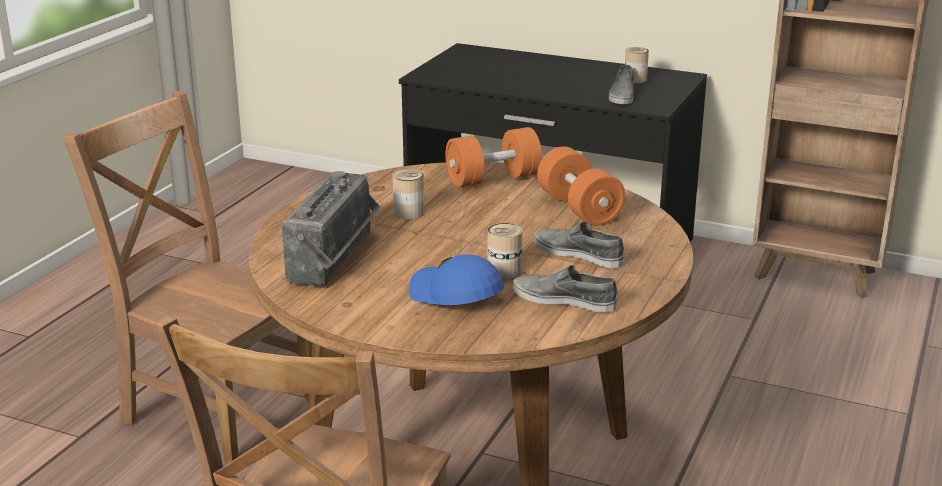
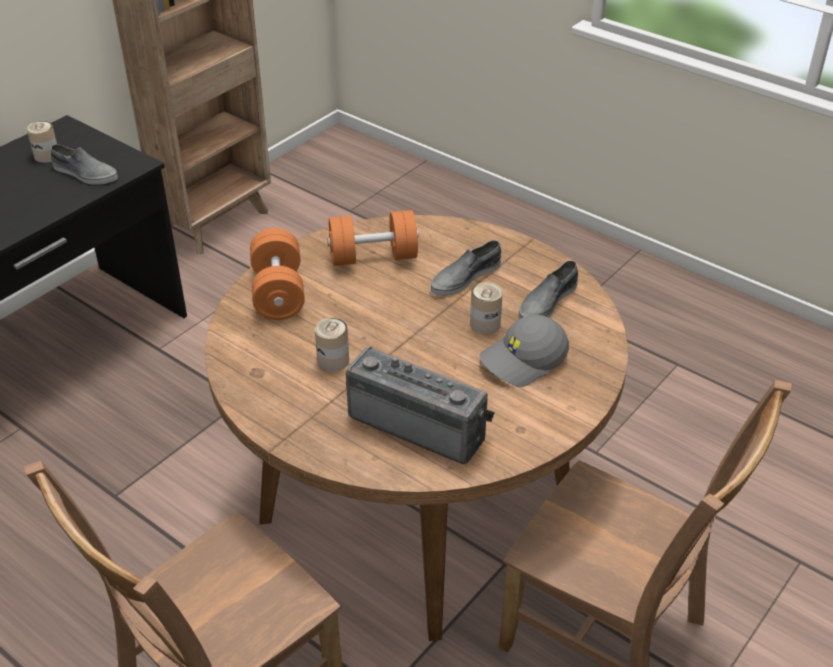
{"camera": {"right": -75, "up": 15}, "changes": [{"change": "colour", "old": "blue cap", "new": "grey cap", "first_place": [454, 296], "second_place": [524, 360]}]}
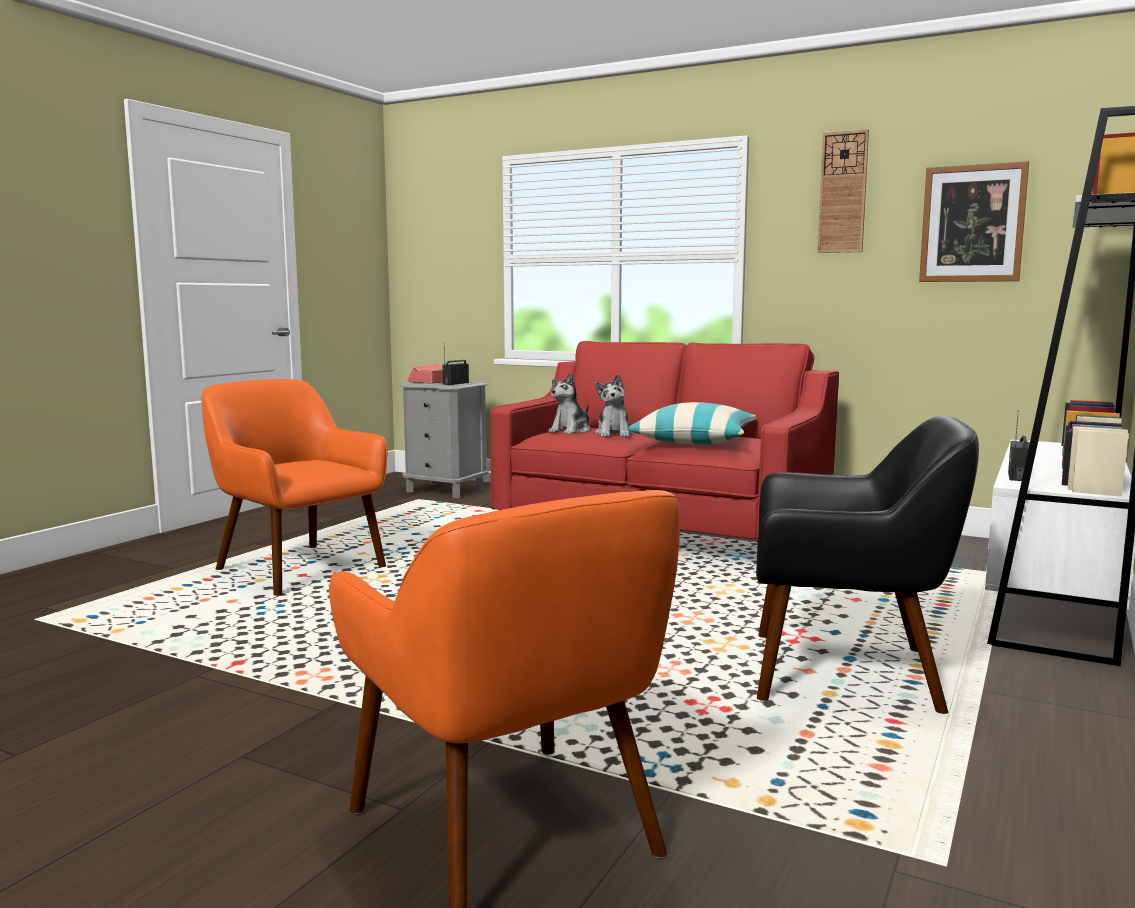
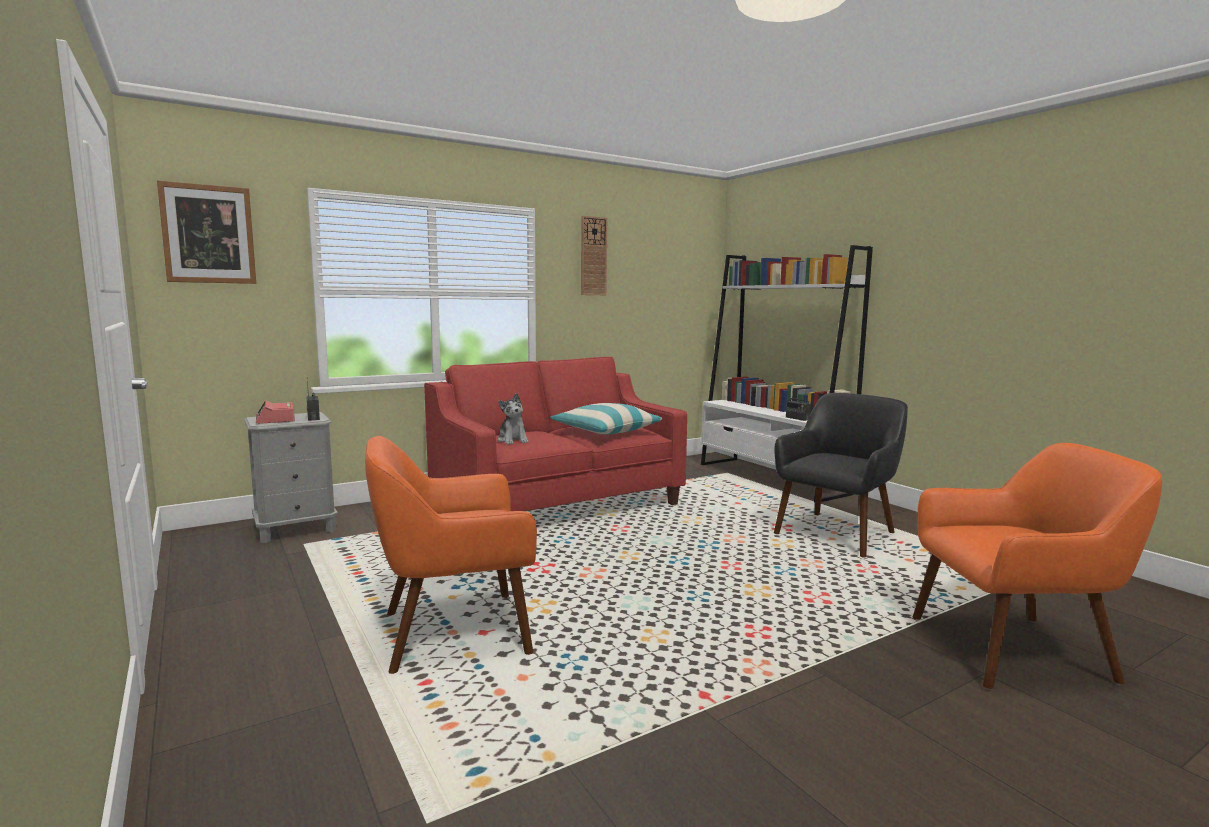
{"camera": {"right": -60, "up": 0}, "changes": [{"change": "relocated", "old": "picture", "first_place": [972, 223], "second_place": [208, 234]}, {"change": "missing", "old": "cuddly toy", "first_place": [614, 434]}]}
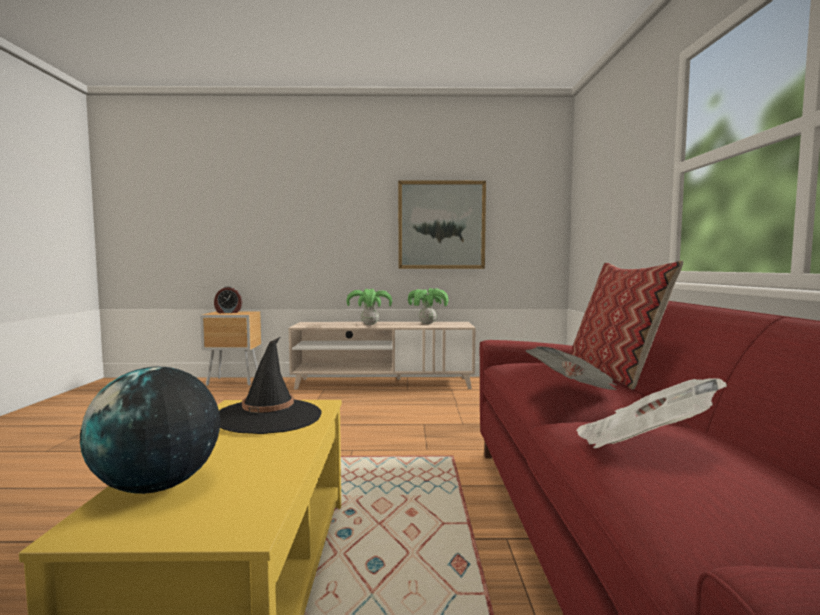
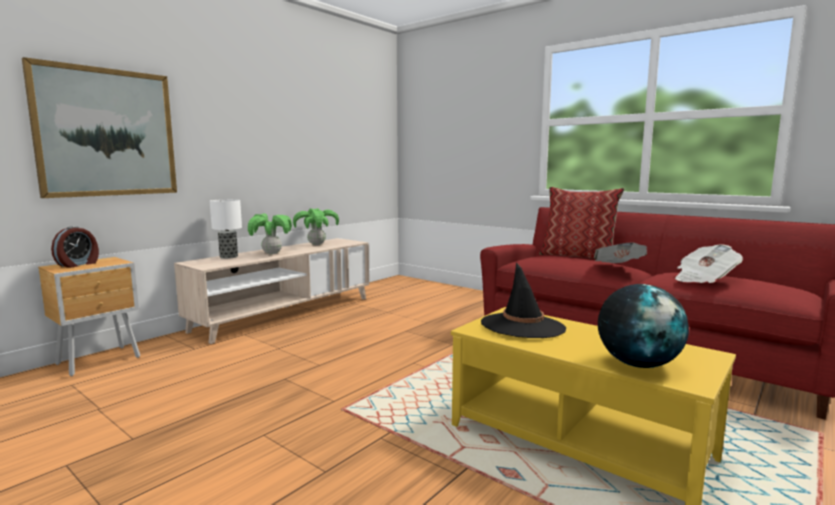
{"camera": {"right": -50, "up": 5}, "changes": [{"change": "relocated", "old": "picture", "first_place": [441, 225], "second_place": [107, 133]}, {"change": "appeared", "new": "lamp for a table", "second_place": [228, 257]}]}
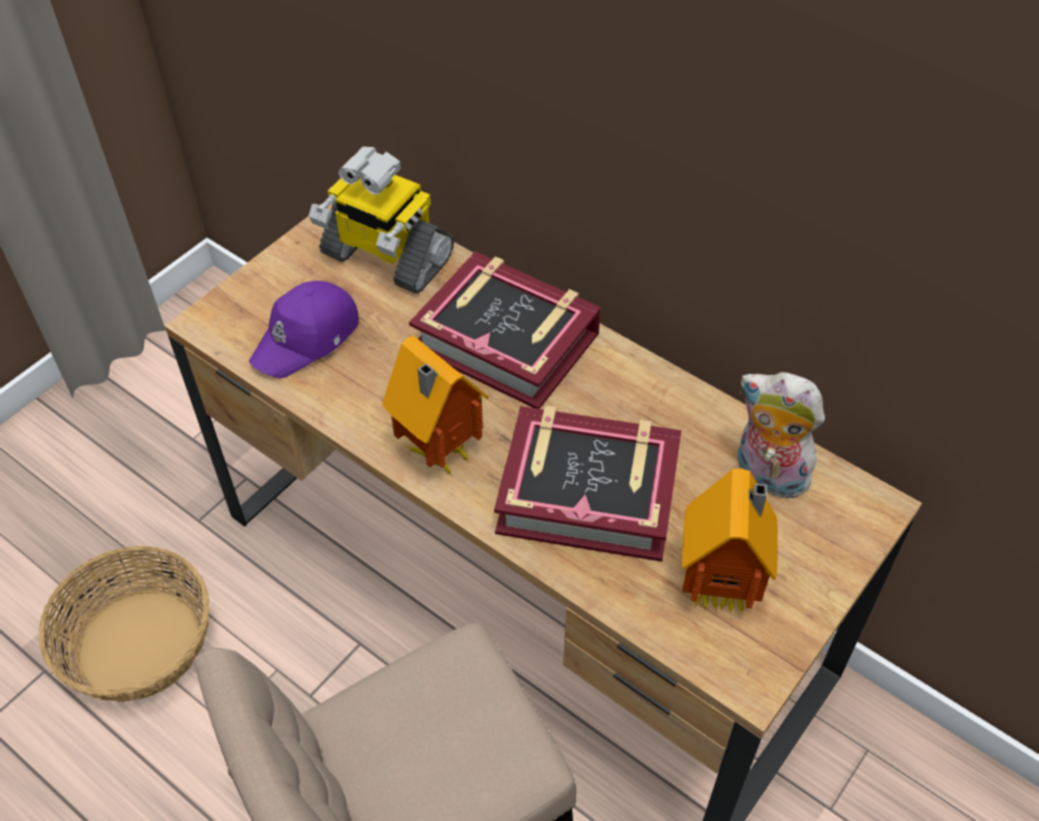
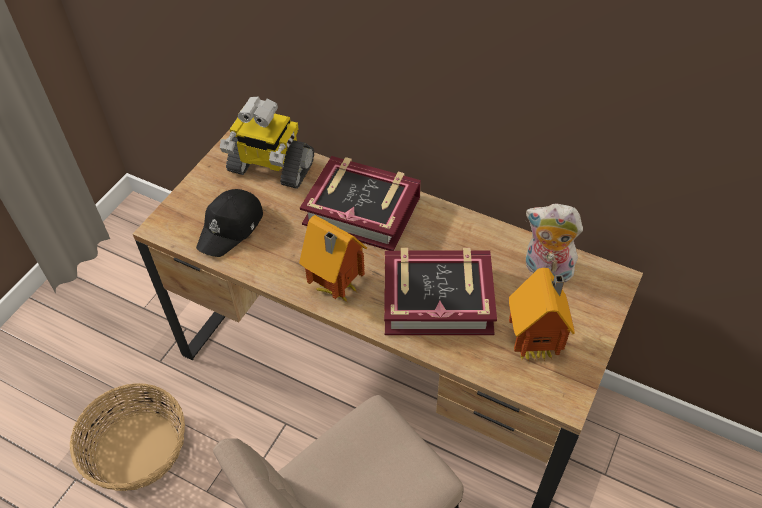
{"camera": {"right": -10, "up": 0}, "changes": [{"change": "colour", "old": "purple cap", "new": "black cap", "first_place": [307, 338], "second_place": [231, 228]}]}
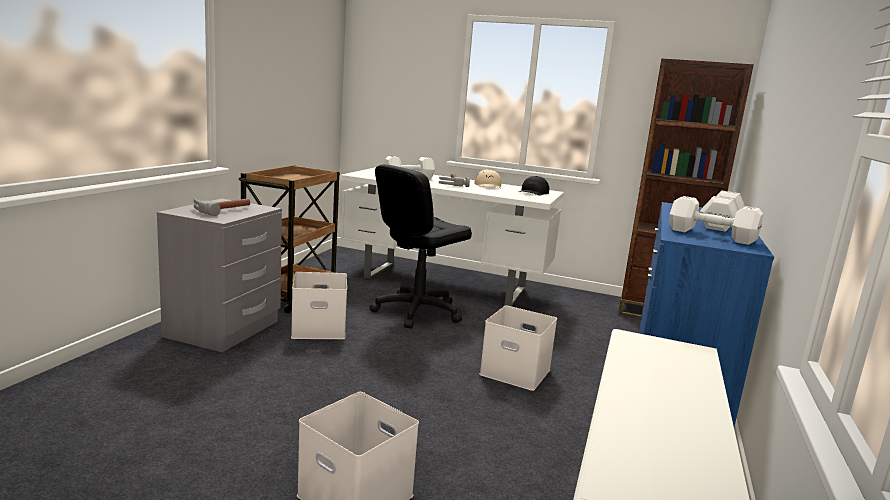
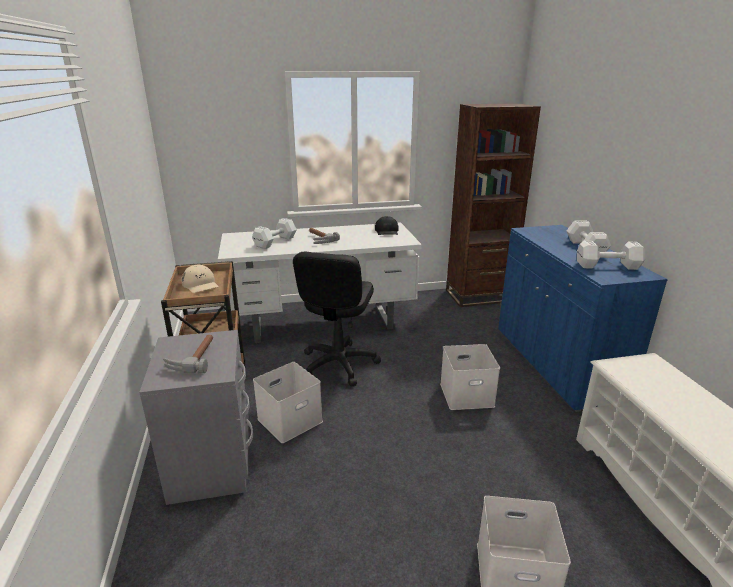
{"camera": {"right": -30, "up": 10}, "changes": [{"change": "relocated", "old": "beige cap", "first_place": [488, 185], "second_place": [200, 284]}]}
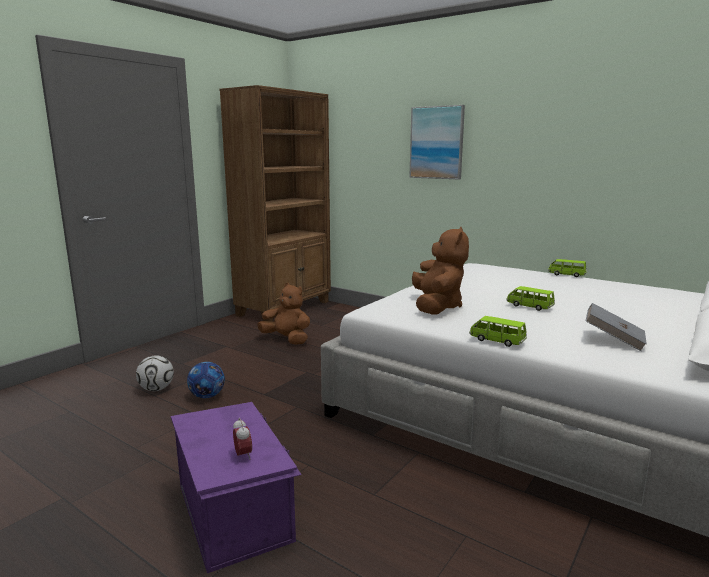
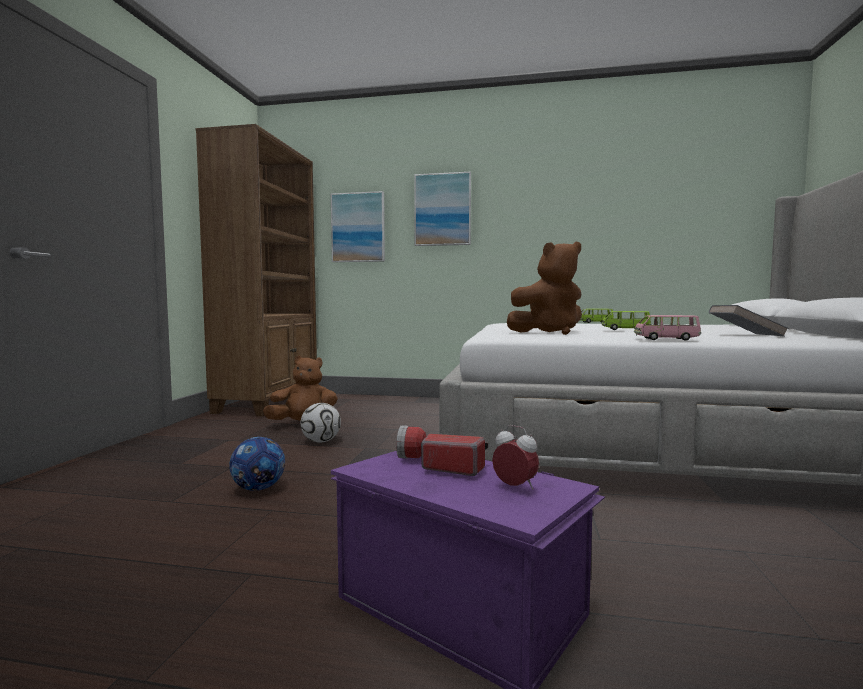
{"camera": {"right": -25, "up": -10}, "changes": [{"change": "relocated", "old": "ball for football", "first_place": [156, 389], "second_place": [321, 441]}, {"change": "appeared", "new": "picture", "second_place": [358, 227]}, {"change": "appeared", "new": "torch", "second_place": [438, 464]}, {"change": "spun", "old": "brownish cuddly toy", "first_place": [437, 307], "second_place": [548, 333], "degrees": 90}, {"change": "colour", "old": "green miniature car", "new": "pink-coloured miniature car", "first_place": [497, 341], "second_place": [666, 339]}]}
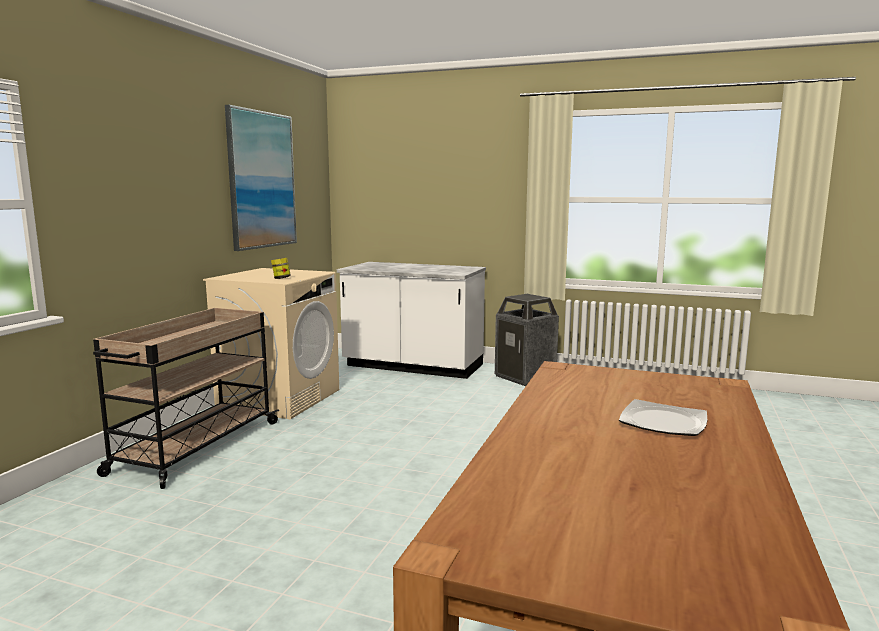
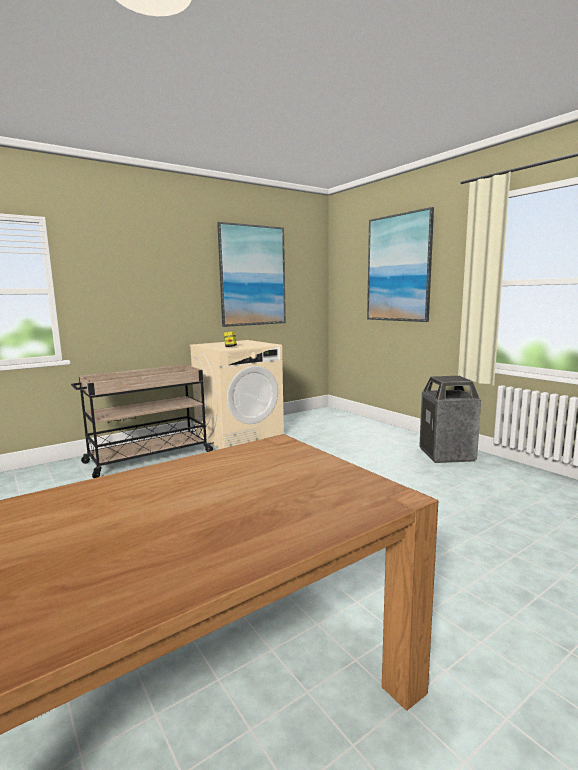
{"camera": {"right": 35, "up": 0}, "changes": [{"change": "appeared", "new": "picture", "second_place": [398, 268]}, {"change": "missing", "old": "white counter", "first_place": [413, 366]}, {"change": "missing", "old": "plate", "first_place": [663, 422]}]}
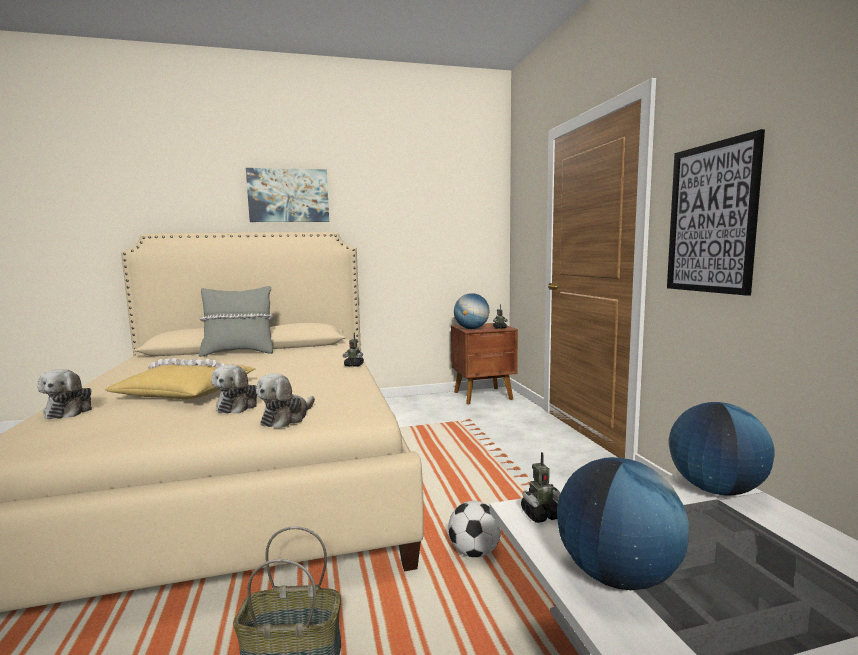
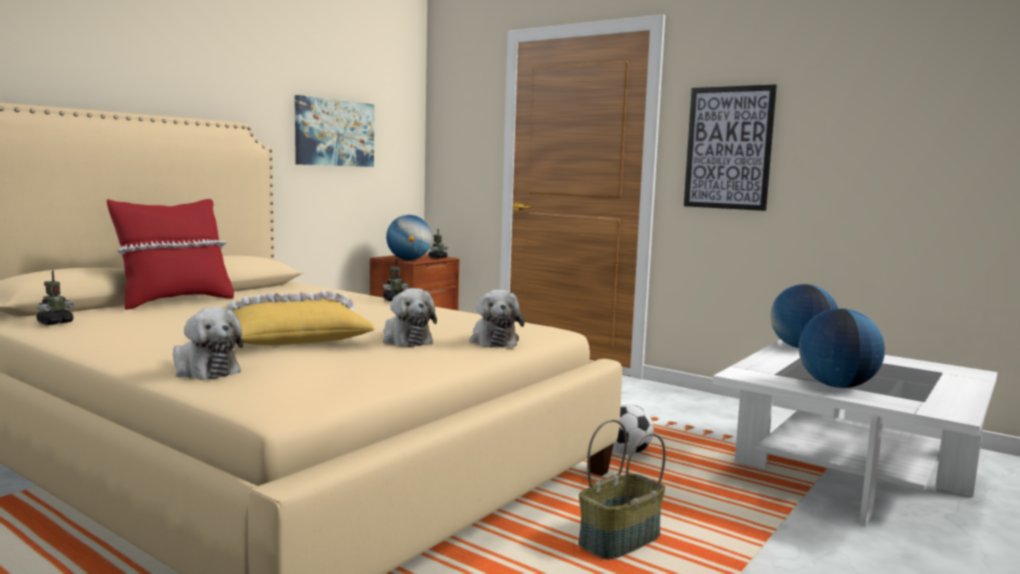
{"camera": {"right": -40, "up": 0}, "changes": [{"change": "relocated", "old": "toy robot", "first_place": [540, 515], "second_place": [55, 323]}, {"change": "colour", "old": "grey throw pillow", "new": "red throw pillow", "first_place": [239, 353], "second_place": [174, 301]}, {"change": "relocated", "old": "picture", "first_place": [288, 195], "second_place": [334, 133]}]}
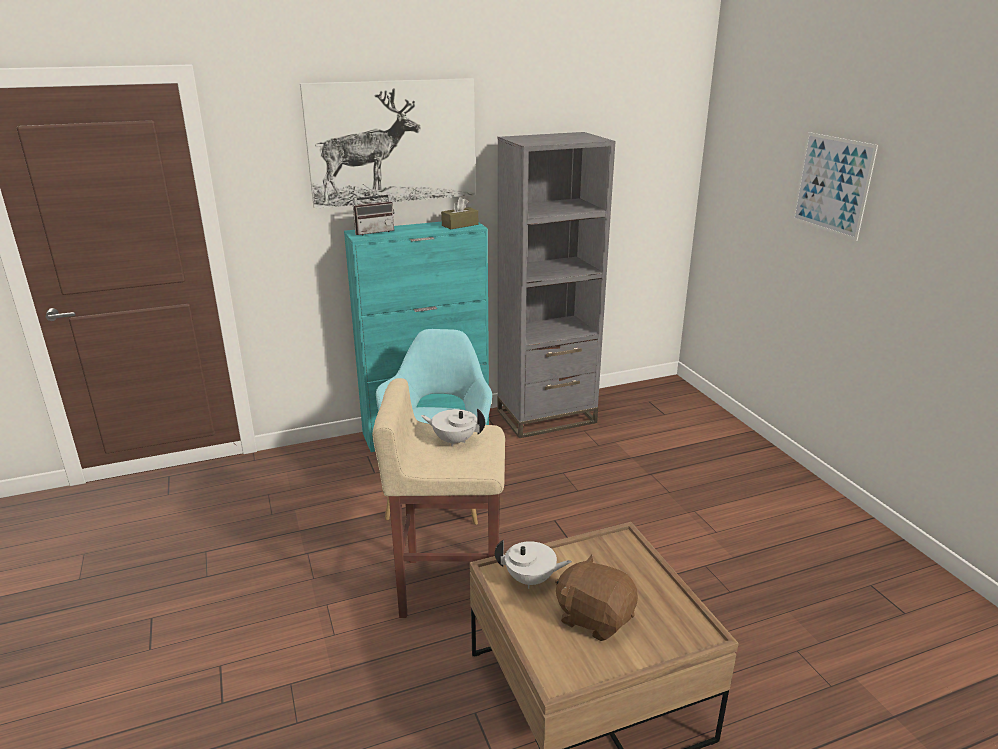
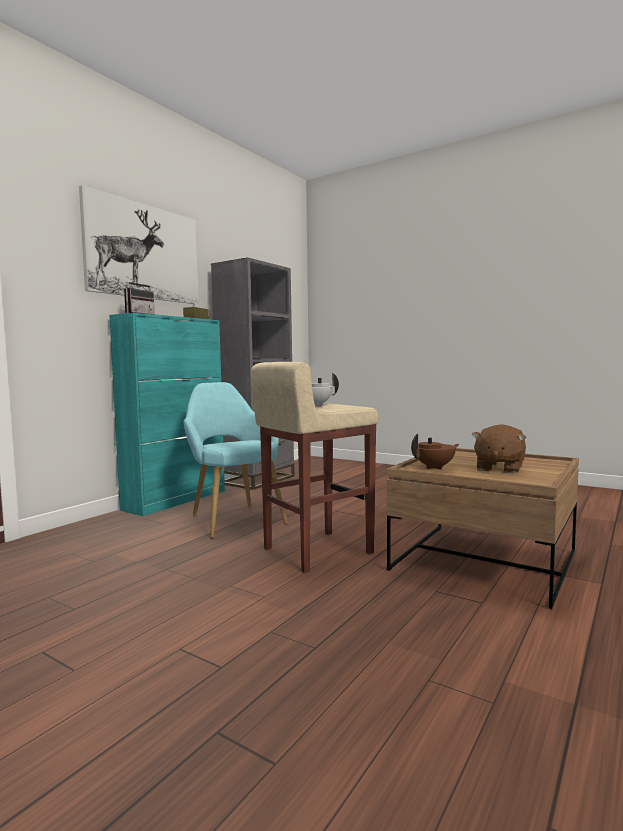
{"camera": {"right": -35, "up": -20}, "changes": [{"change": "colour", "old": "white tea pot", "new": "brownish tea pot", "first_place": [531, 579], "second_place": [435, 467]}, {"change": "spun", "old": "brownish cuddly toy", "first_place": [594, 617], "second_place": [499, 468], "degrees": -60}, {"change": "missing", "old": "picture", "first_place": [832, 185]}]}
